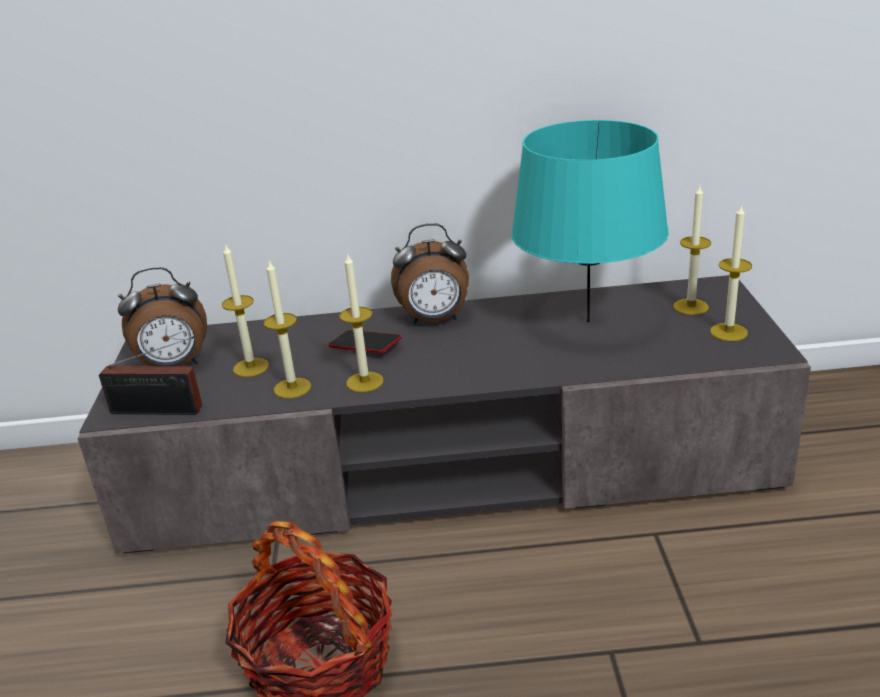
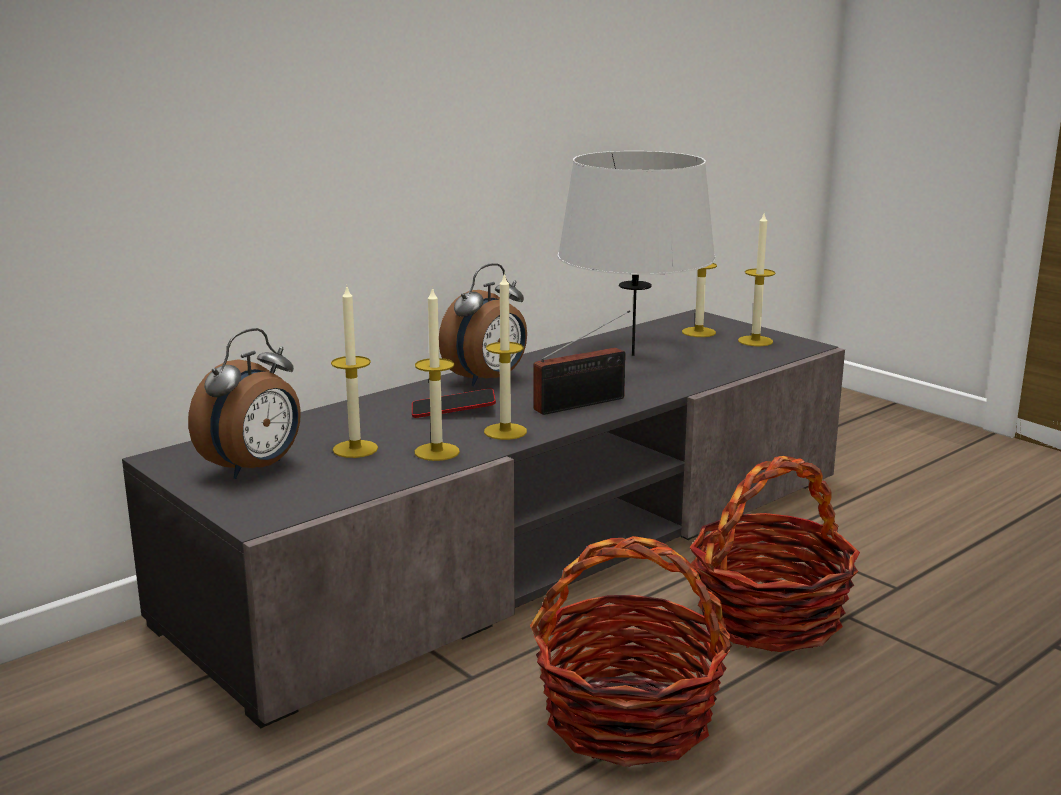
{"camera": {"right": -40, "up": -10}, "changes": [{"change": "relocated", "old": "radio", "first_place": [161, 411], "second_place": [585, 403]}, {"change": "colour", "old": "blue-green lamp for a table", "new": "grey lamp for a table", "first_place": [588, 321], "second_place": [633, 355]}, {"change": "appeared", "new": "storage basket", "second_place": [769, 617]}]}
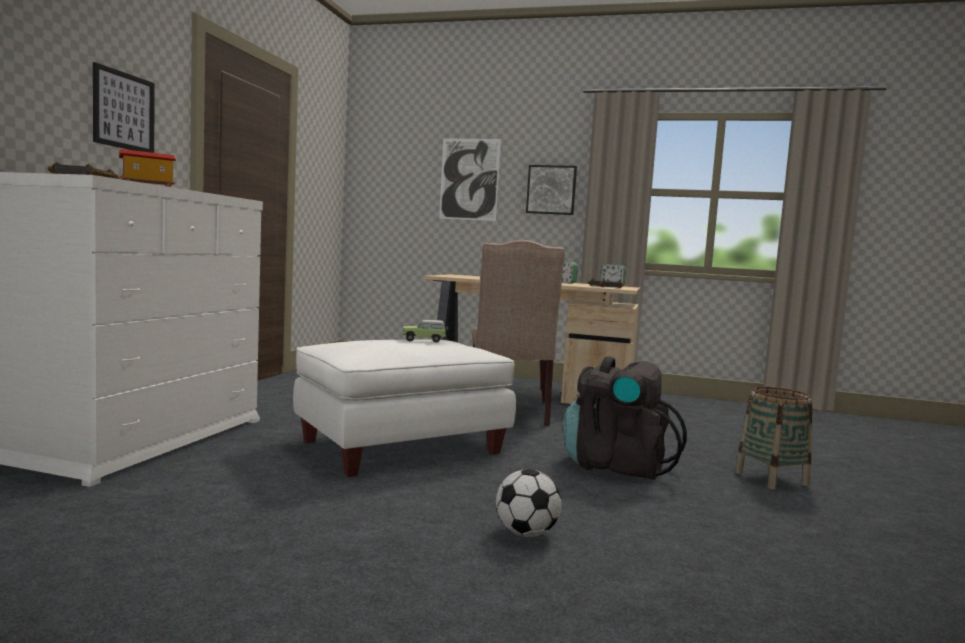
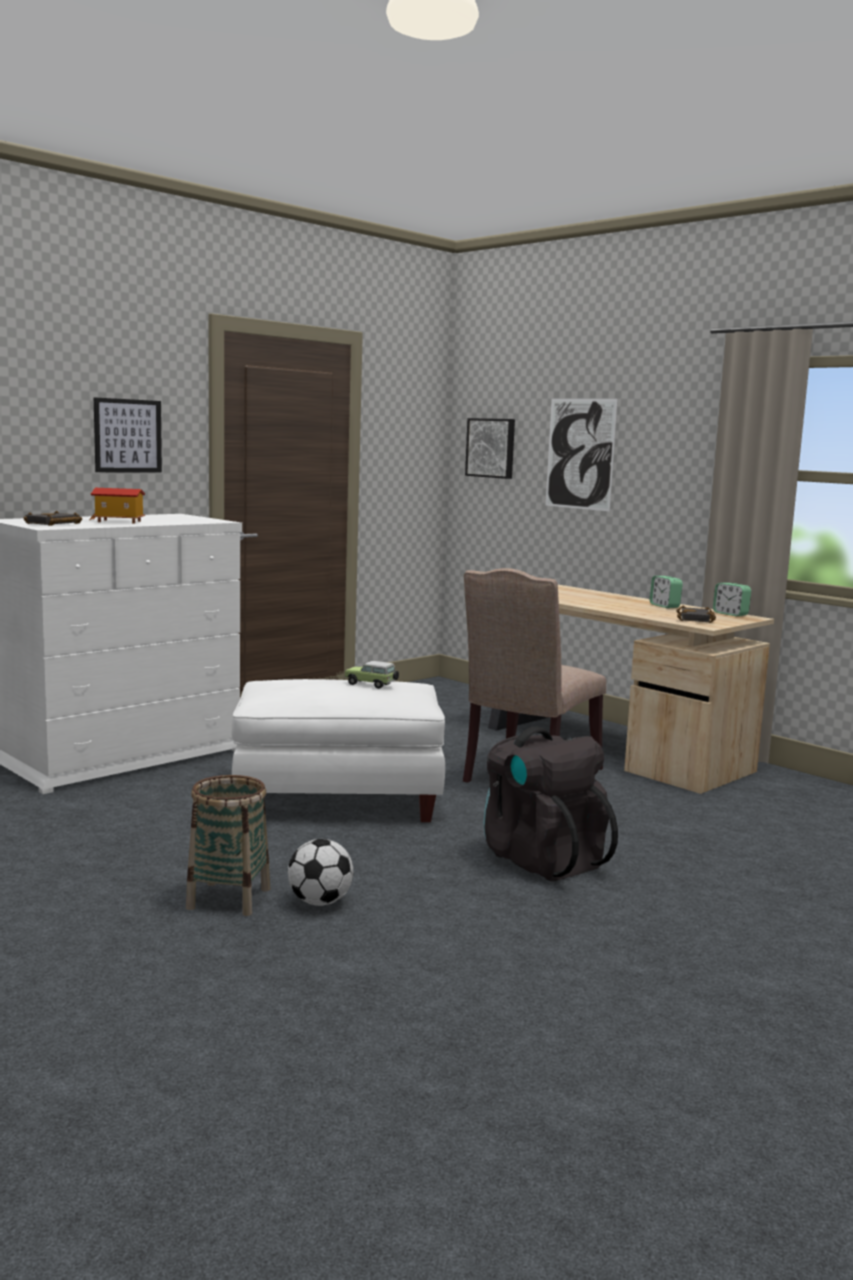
{"camera": {"right": 30, "up": 5}, "changes": [{"change": "relocated", "old": "storage basket", "first_place": [771, 479], "second_place": [229, 898]}, {"change": "relocated", "old": "picture", "first_place": [551, 190], "second_place": [491, 448]}]}
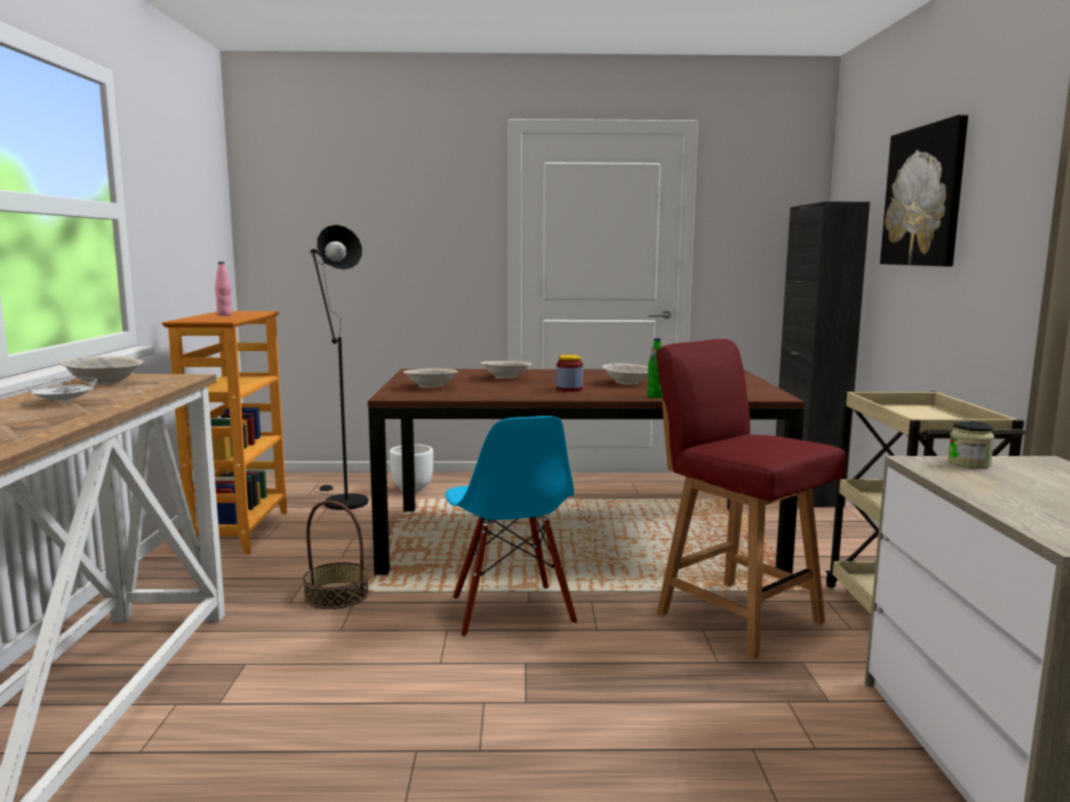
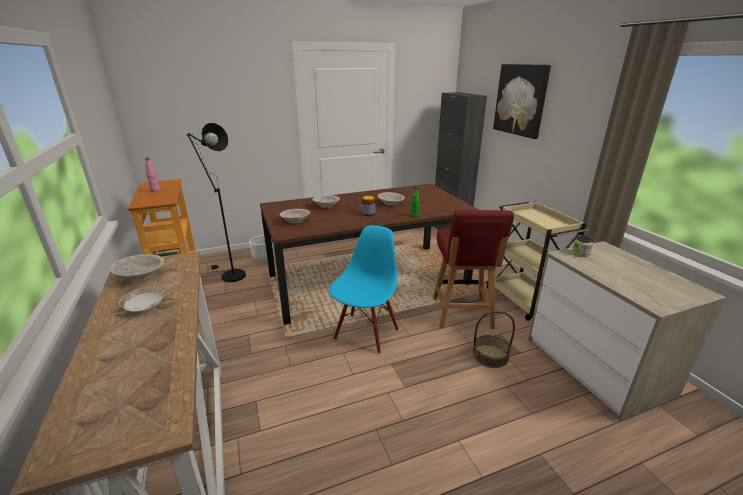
{"camera": {"right": -20, "up": 15}, "changes": [{"change": "spun", "old": "blue chair", "first_place": [511, 611], "second_place": [365, 333], "degrees": -120}, {"change": "spun", "old": "red chair", "first_place": [736, 616], "second_place": [462, 314], "degrees": -120}, {"change": "relocated", "old": "storage basket", "first_place": [336, 595], "second_place": [490, 356]}]}
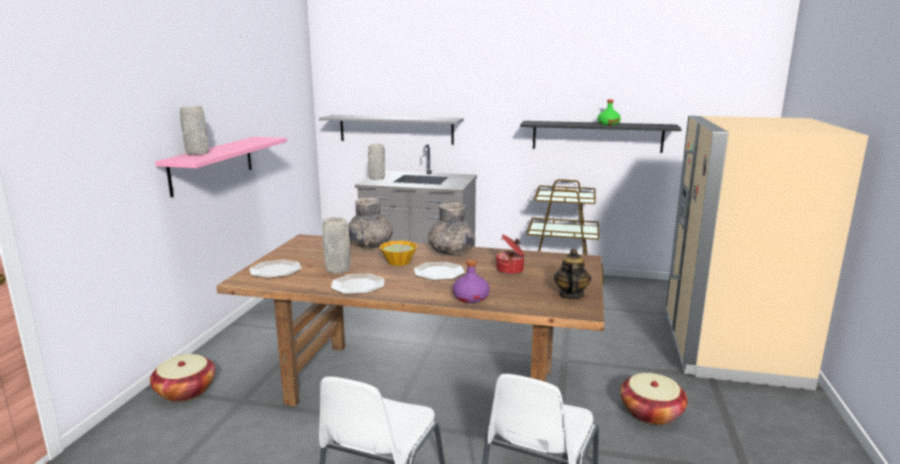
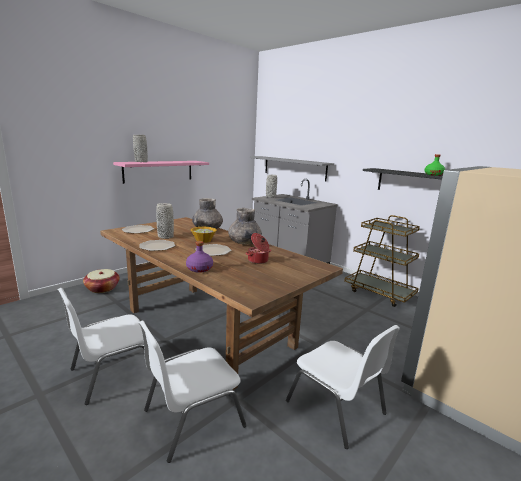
{"camera": {"right": 30, "up": 0}, "changes": [{"change": "exchanged", "old": "storage basket", "new": "white chair", "first_place": [651, 413], "second_place": [337, 408]}, {"change": "missing", "old": "tea pot", "first_place": [570, 295]}]}
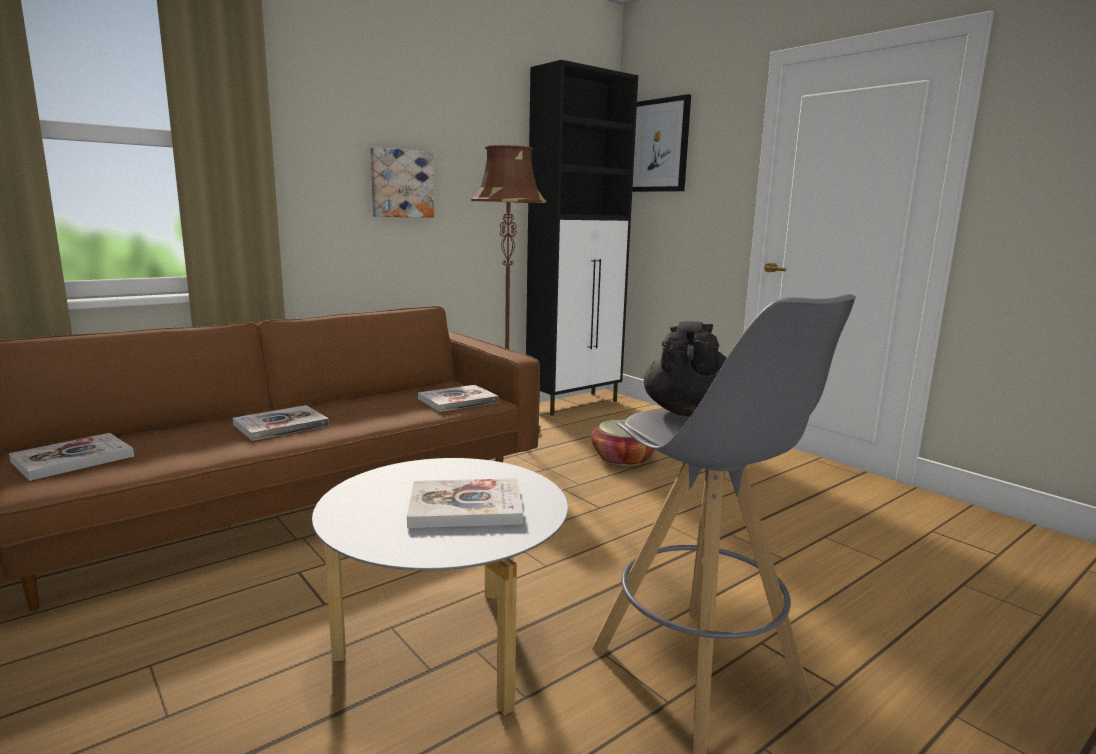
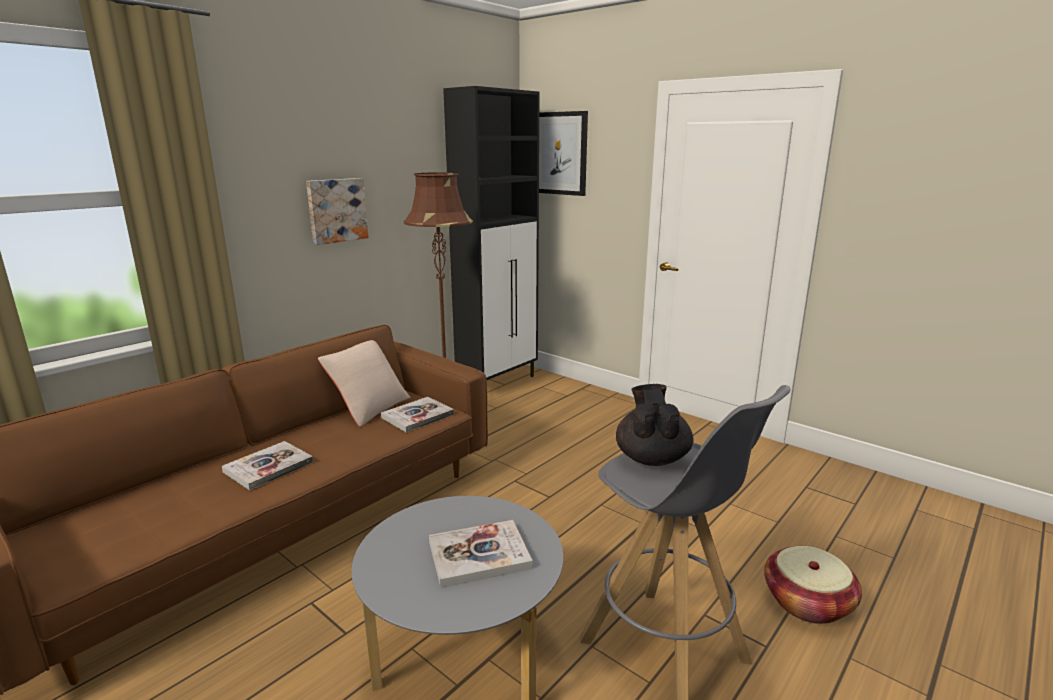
{"camera": {"right": -10, "up": 5}, "changes": [{"change": "appeared", "new": "beige throw pillow", "second_place": [369, 407]}, {"change": "relocated", "old": "storage basket", "first_place": [623, 458], "second_place": [807, 602]}, {"change": "missing", "old": "volume", "first_place": [73, 459]}]}
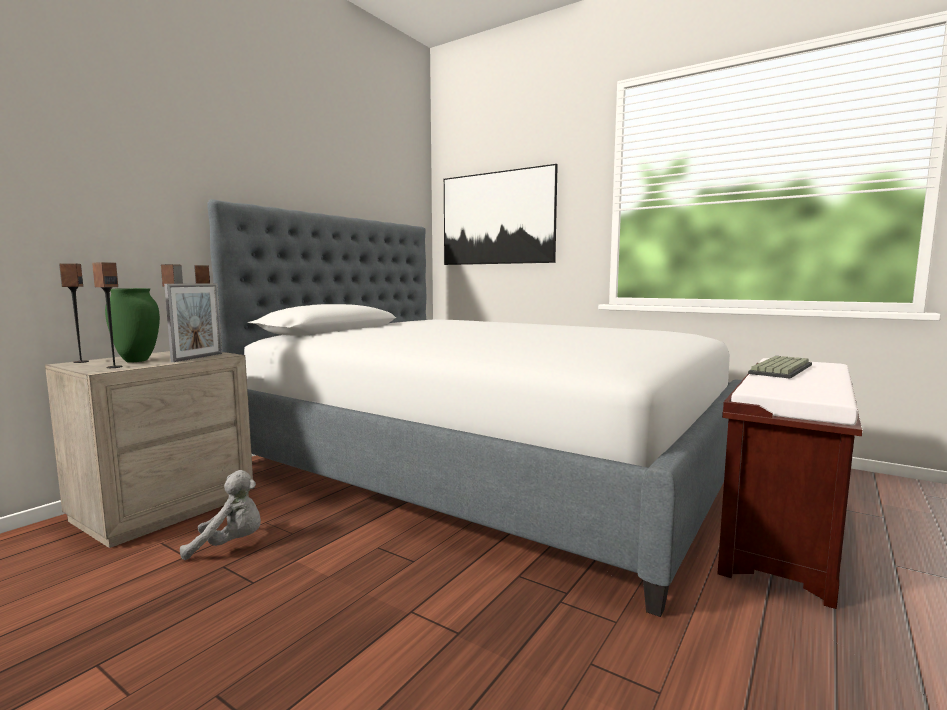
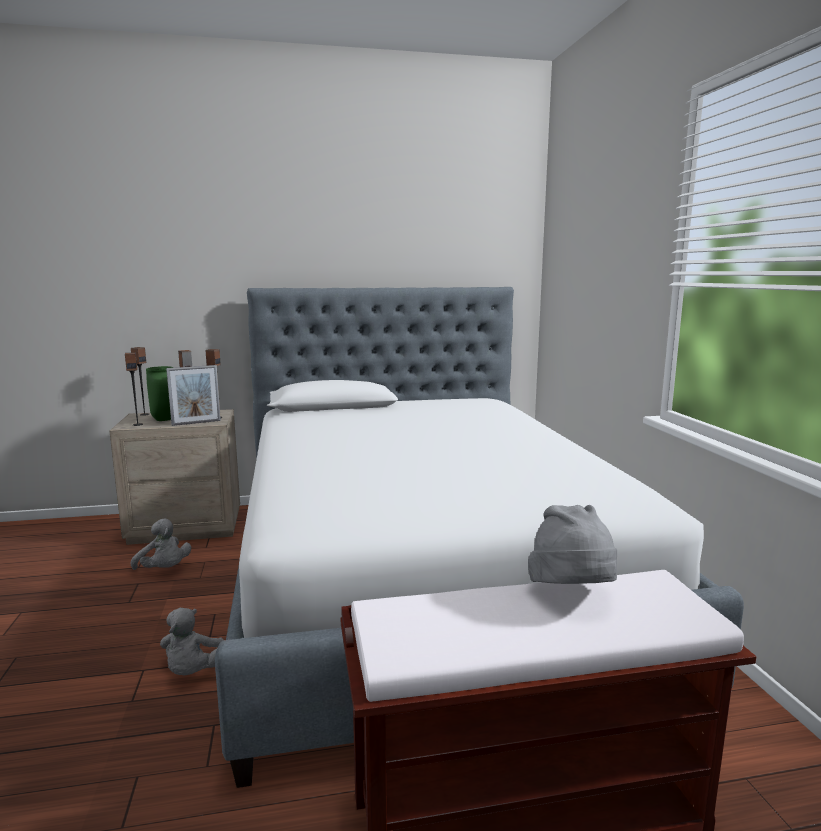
{"camera": {"right": 45, "up": 5}, "changes": [{"change": "appeared", "new": "grey cuddly toy", "second_place": [193, 671]}, {"change": "exchanged", "old": "computer keyboard", "new": "grey wearable hat", "first_place": [779, 369], "second_place": [572, 594]}, {"change": "missing", "old": "picture", "first_place": [497, 218]}]}
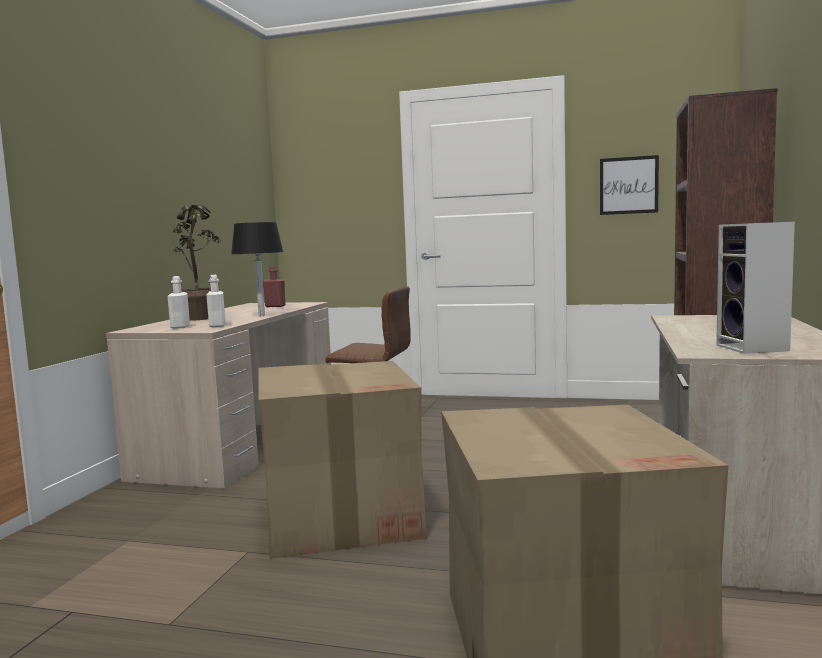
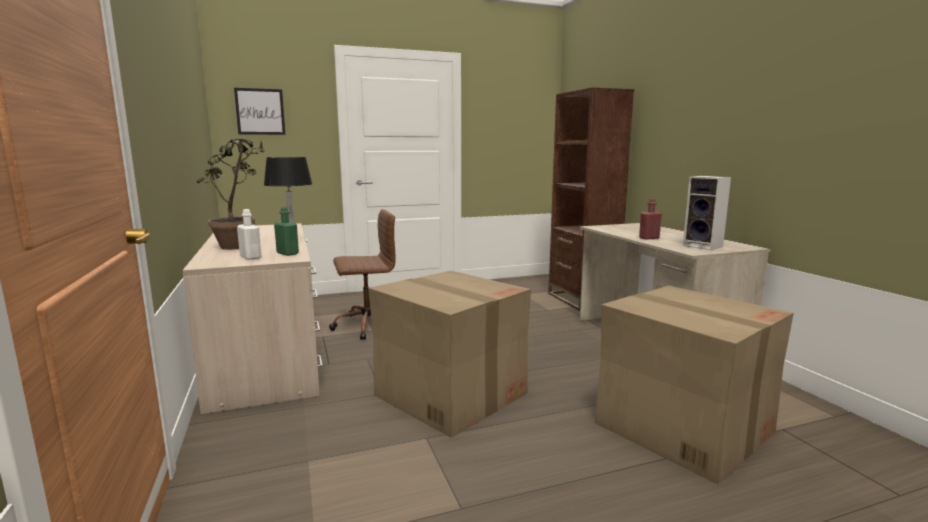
{"camera": {"right": -35, "up": 5}, "changes": [{"change": "relocated", "old": "picture", "first_place": [628, 185], "second_place": [260, 111]}, {"change": "colour", "old": "white beverage bottle", "new": "green beverage bottle", "first_place": [217, 325], "second_place": [287, 253]}, {"change": "relocated", "old": "red beverage bottle", "first_place": [275, 306], "second_place": [649, 238]}]}
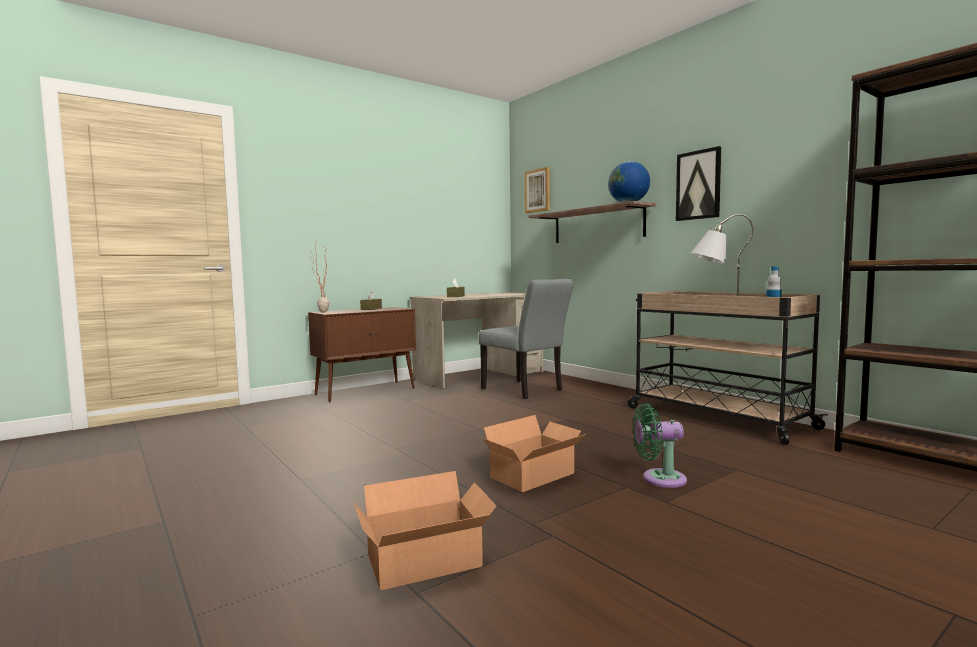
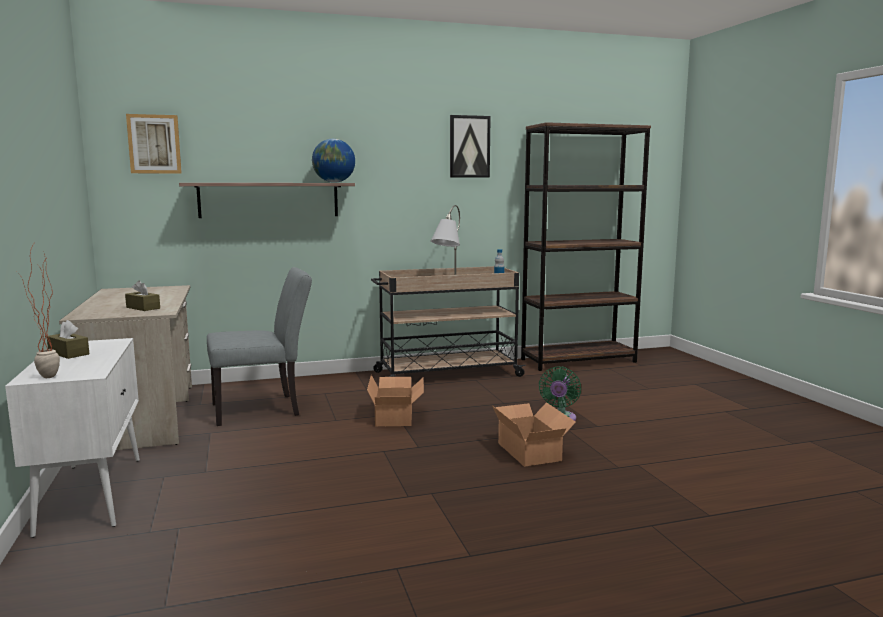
{"camera": {"right": -70, "up": 5}, "changes": [{"change": "colour", "old": "brownish cupboard", "new": "white cupboard", "first_place": [366, 391], "second_place": [91, 493]}, {"change": "relocated", "old": "cardboard box", "first_place": [427, 562], "second_place": [396, 416]}, {"change": "relocated", "old": "picture", "first_place": [698, 185], "second_place": [469, 146]}]}
